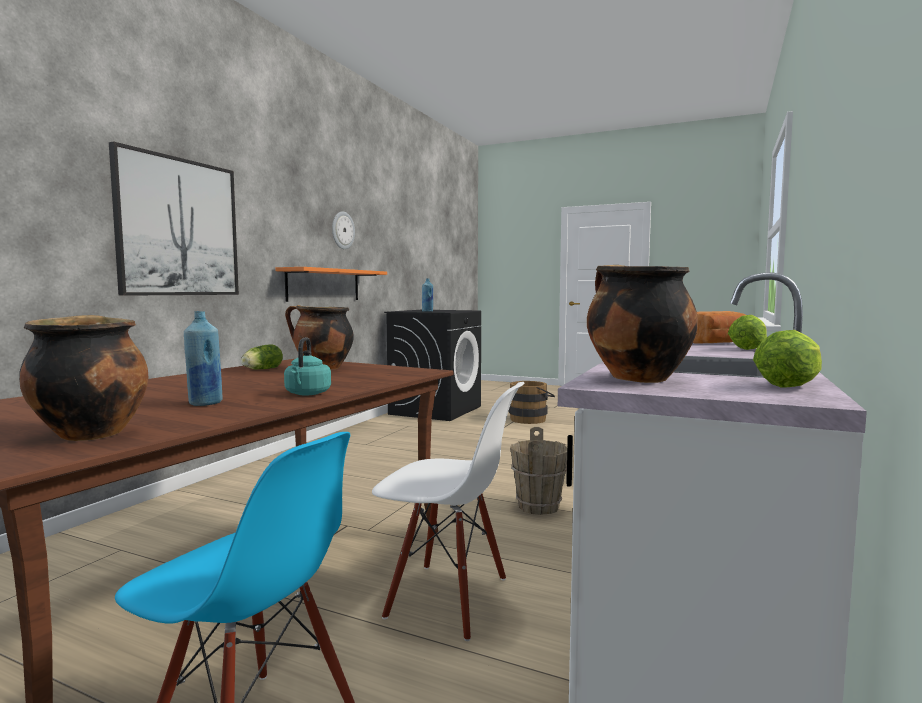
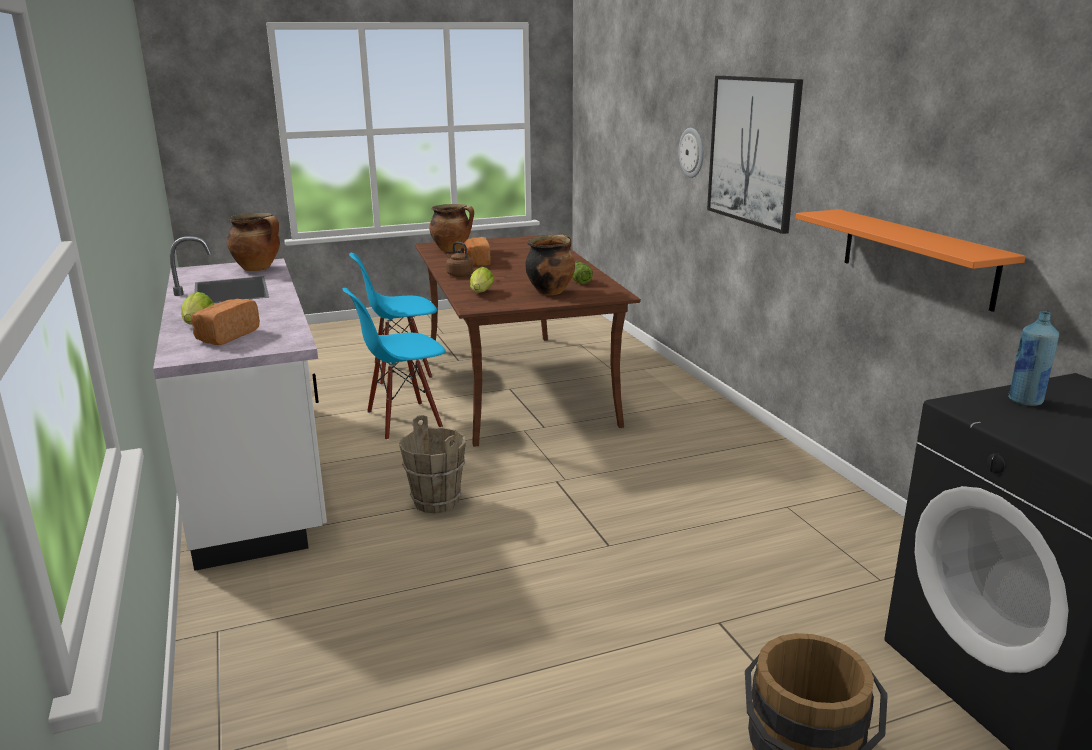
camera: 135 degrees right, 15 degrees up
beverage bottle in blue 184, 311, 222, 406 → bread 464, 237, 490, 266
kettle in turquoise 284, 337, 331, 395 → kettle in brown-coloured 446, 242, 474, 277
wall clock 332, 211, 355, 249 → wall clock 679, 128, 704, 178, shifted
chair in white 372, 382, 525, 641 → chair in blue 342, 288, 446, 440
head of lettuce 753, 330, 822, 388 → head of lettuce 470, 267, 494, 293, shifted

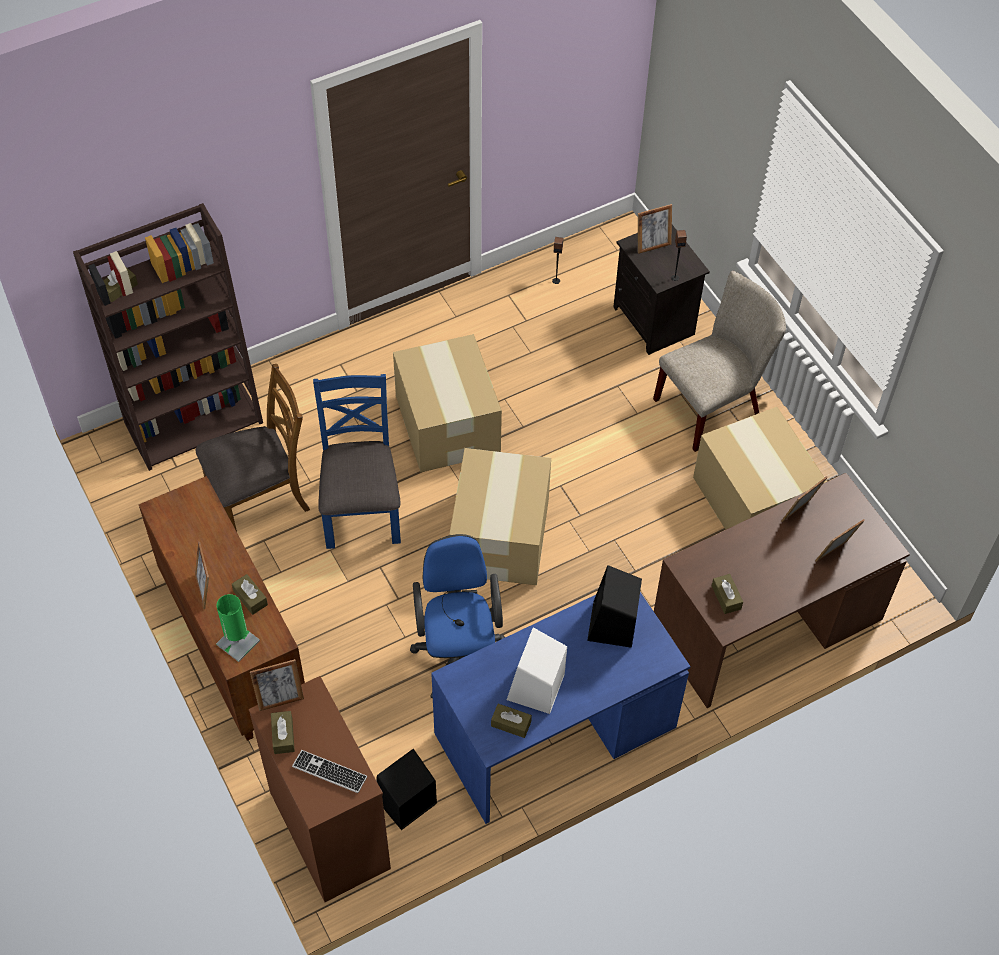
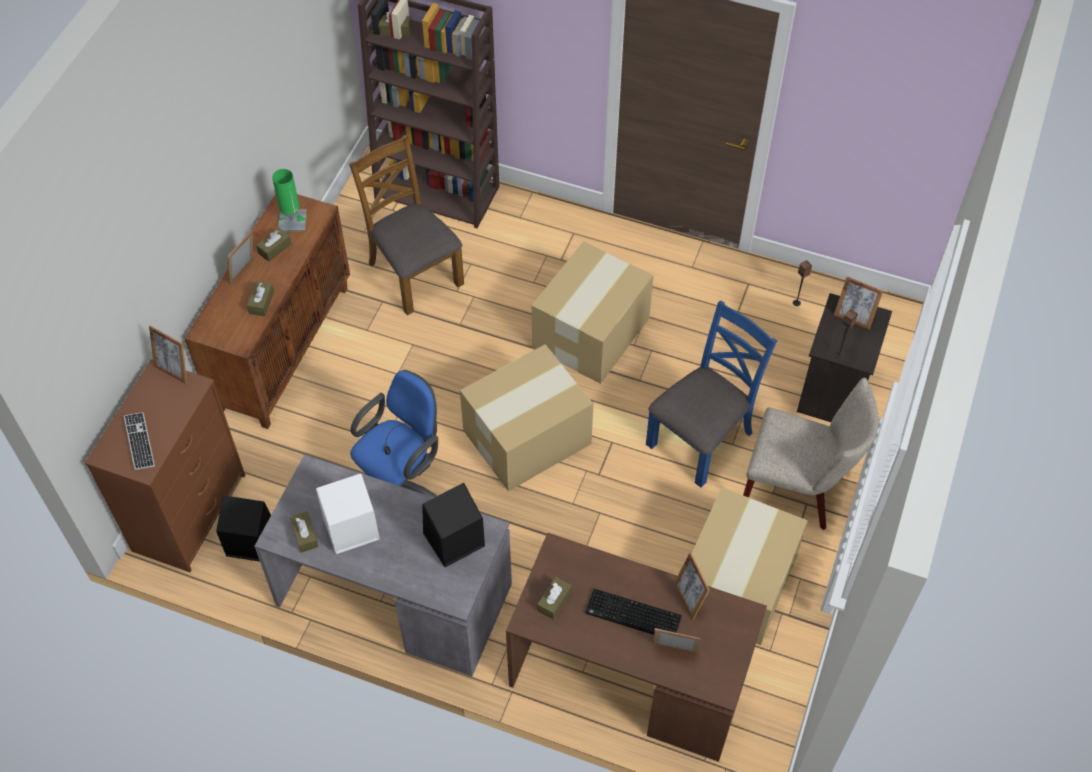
camera: 50 degrees right, 0 degrees up
chair in brown-coloured 196, 364, 310, 532 → chair in brown-coloured 349, 135, 464, 315, 150 degrees counterclockwise
lamp for a table in greenish 216, 594, 260, 662 → lamp for a table in greenish 272, 169, 306, 232, shifted
box of tissues in brown-coloured 271, 711, 295, 754 → box of tissues in brown-coloured 256, 228, 292, 262, shifted
chair in blue 313, 374, 401, 549 → chair in blue 646, 301, 777, 488, shifted
desk unit in blue 431, 592, 690, 824 → desk unit in greyish 254, 454, 512, 676
photo frame 782, 476, 828, 522 → photo frame 674, 552, 710, 620, 120 degrees counterclockwise
- → computer keyboard 585, 589, 682, 635

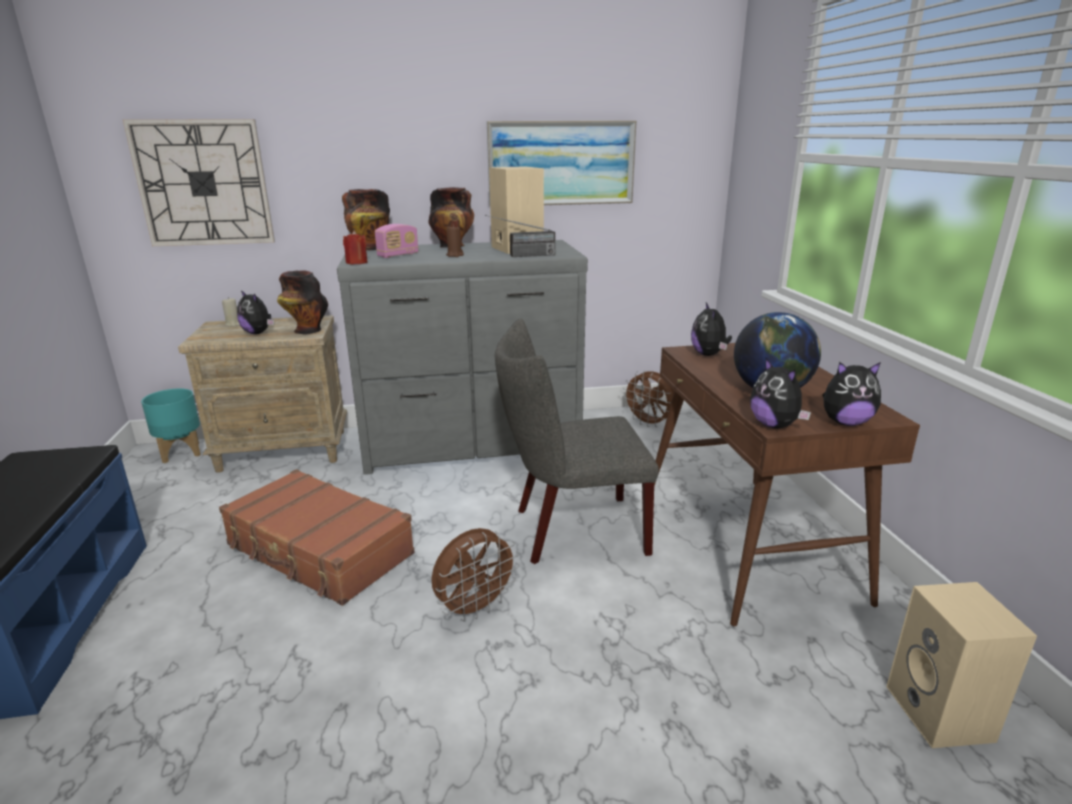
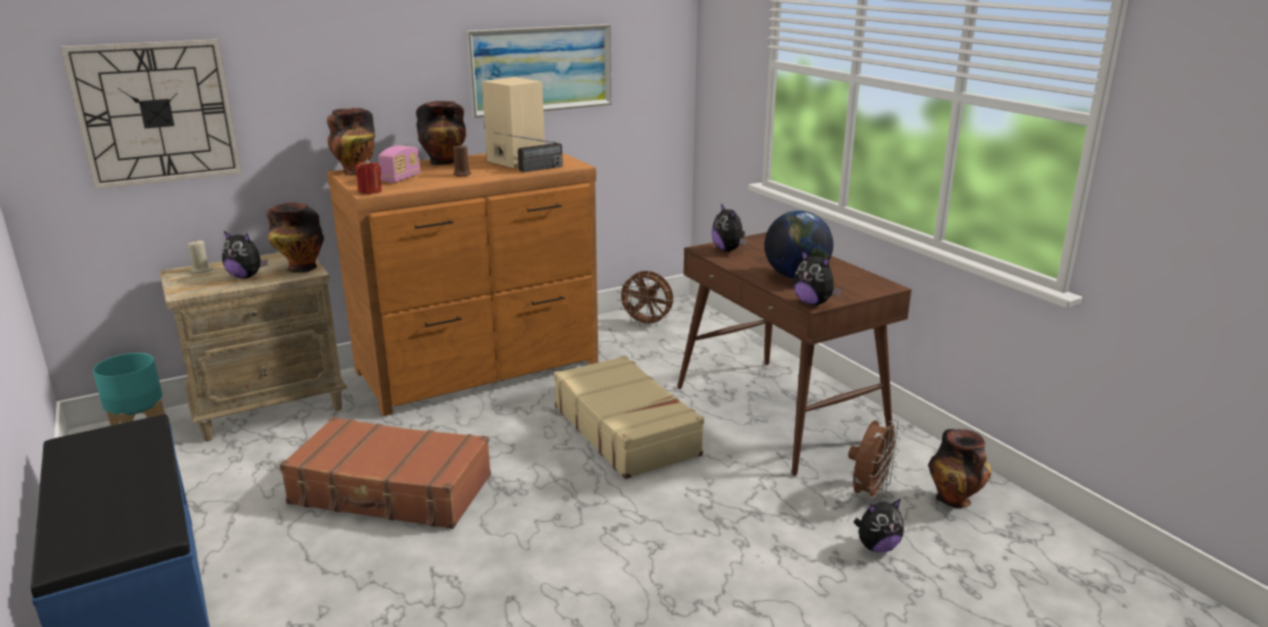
camera: 20 degrees left, 0 degrees up
drawer chest in greyish 337, 240, 588, 475 → drawer chest in brown-coloured 327, 153, 598, 416
electric fan in brown-coloured 431, 528, 520, 622 → electric fan in brown-coloured 848, 419, 901, 504, shifted
chair in greyish 495, 318, 659, 564 → piece of luggage in beige-coloured 554, 356, 704, 479
soft toy 822, 362, 881, 426 → soft toy 854, 498, 904, 553, shifted
loudspeaker in beige-coloured 886, 582, 1037, 748 → vase 928, 429, 991, 508

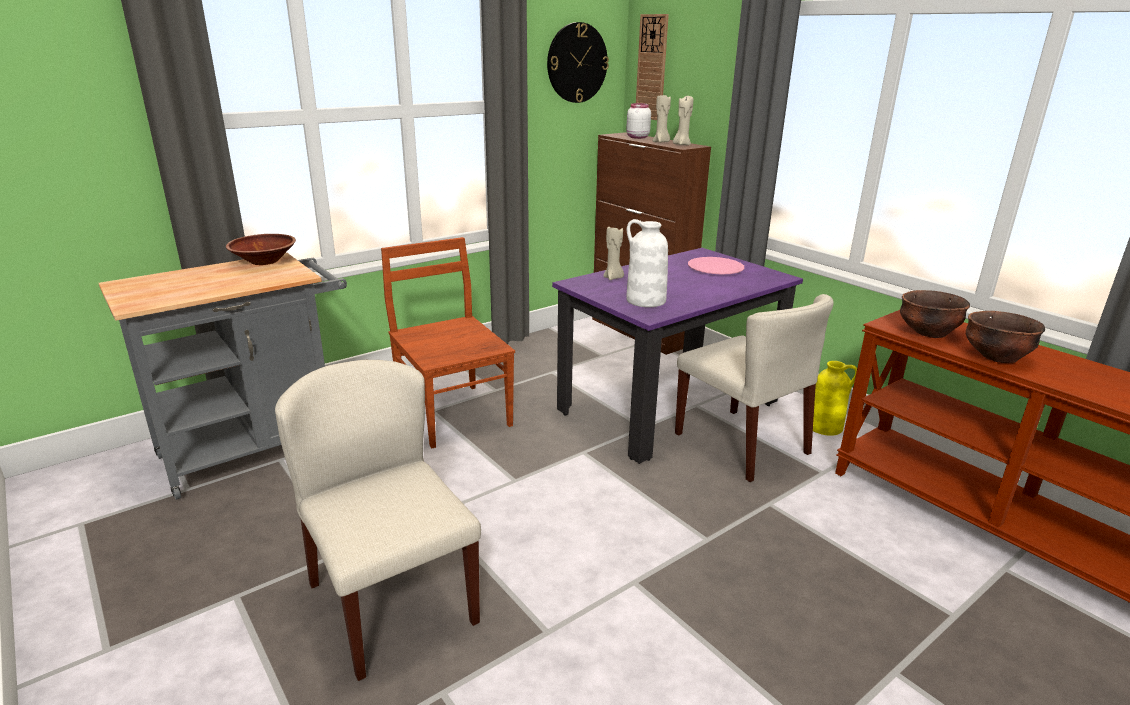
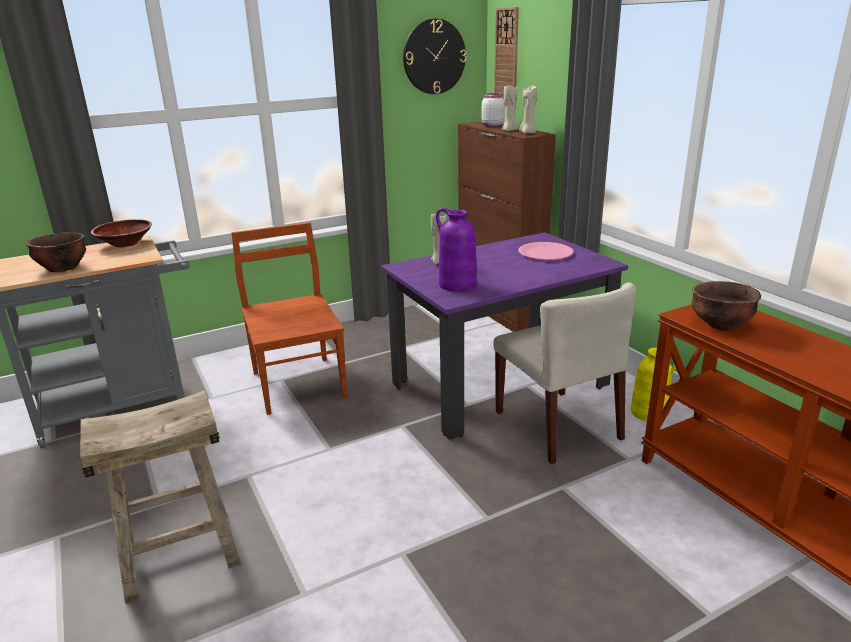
camera: 10 degrees right, 0 degrees up
chair in beige-coloured 275, 360, 481, 681 → sitting stool in beige-coloured 80, 390, 241, 604
vase in white 626, 219, 668, 307 → vase in purple-coloured 436, 208, 477, 292
deep dish in brown-coloured 966, 311, 1045, 363 → deep dish in brown-coloured 25, 232, 86, 272, shifted

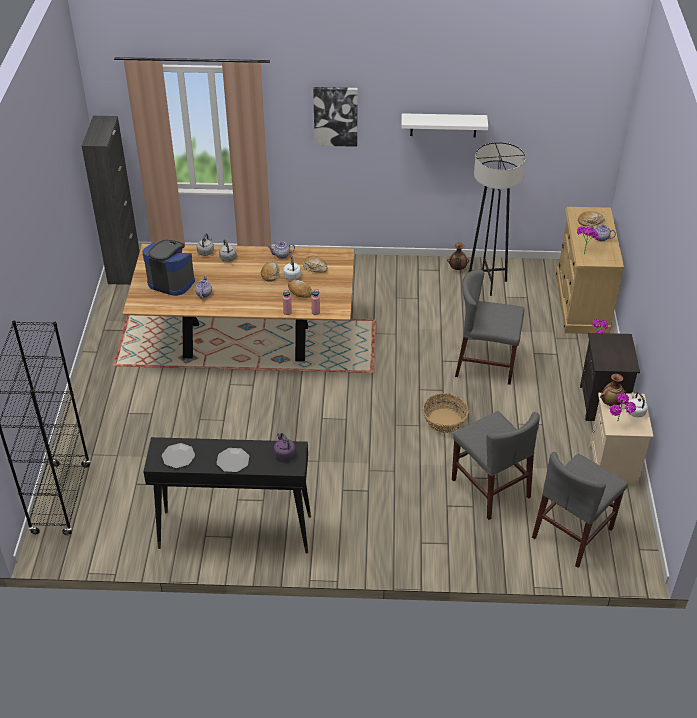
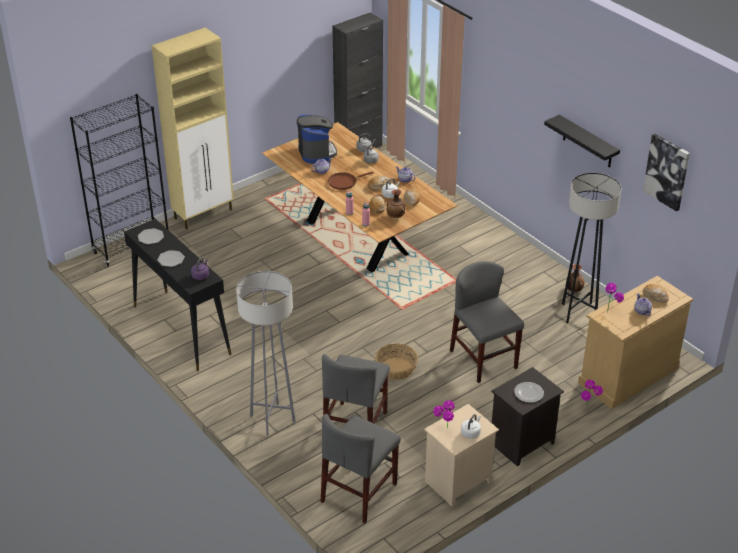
camera: 50 degrees right, 5 degrees down
wall art 313, 87, 358, 147 → wall art 643, 134, 690, 212, shifted
wall shelf in white 401, 113, 488, 137 → wall shelf in blackish 544, 115, 620, 168
chair in greyish 532, 452, 627, 568 → chair in greyish 321, 414, 401, 523, 60 degrees counterclockwise
vase 600, 373, 626, 407 → vase 387, 189, 405, 218, shifted
- → storage cabinet in beige-coloured 152, 27, 234, 229
- → floor lamp in greyish 236, 271, 296, 435
- → pan in brown-coloured 328, 171, 374, 190
- → flat dish 514, 382, 544, 403

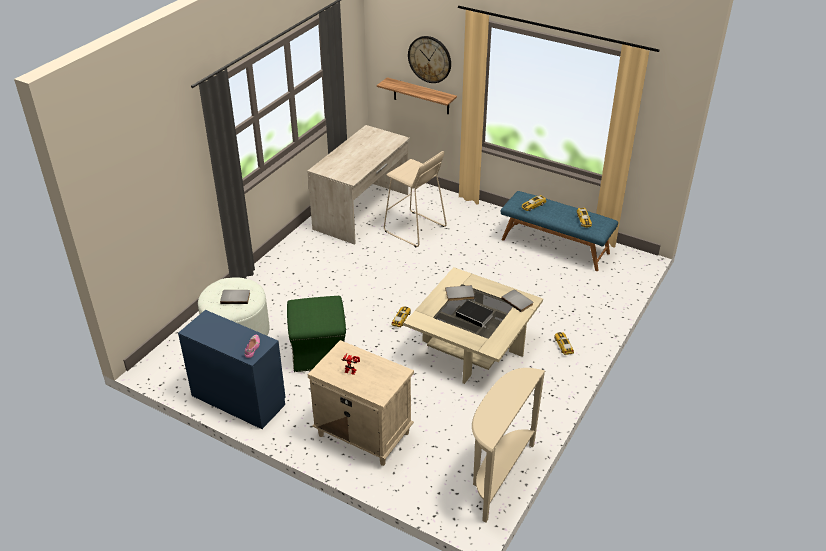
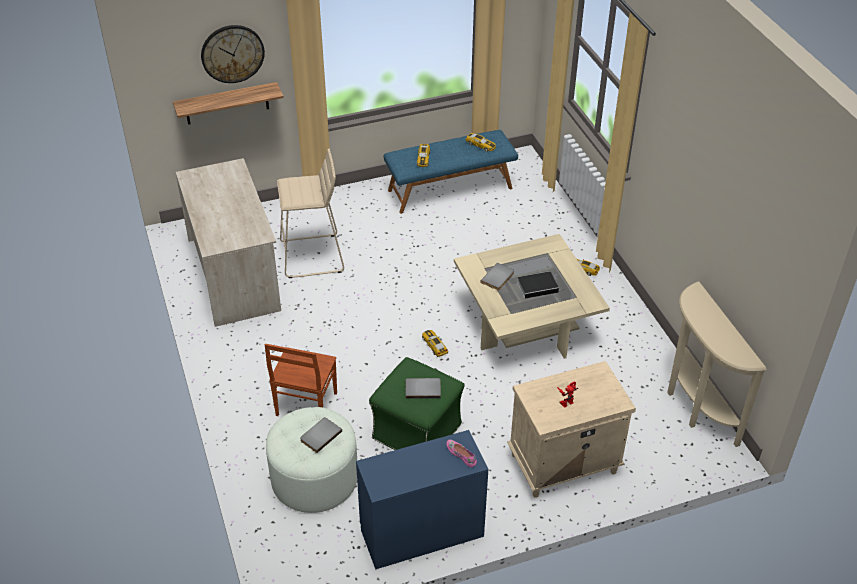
camera: 50 degrees left, 5 degrees up
book in greyish 501, 289, 533, 312 → book in greyish 406, 378, 441, 399, shifted
- → chair in brown-coloured 265, 344, 337, 416

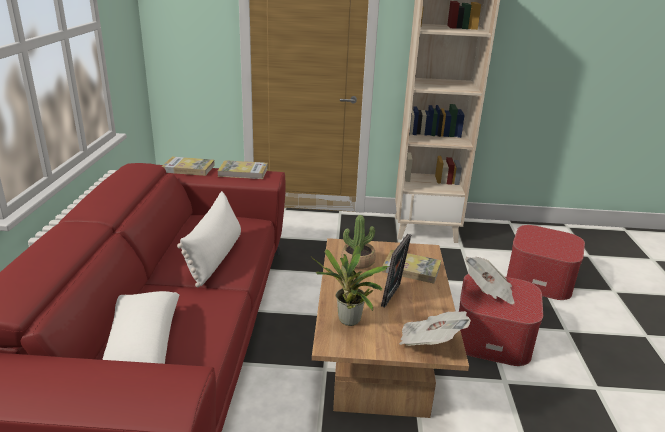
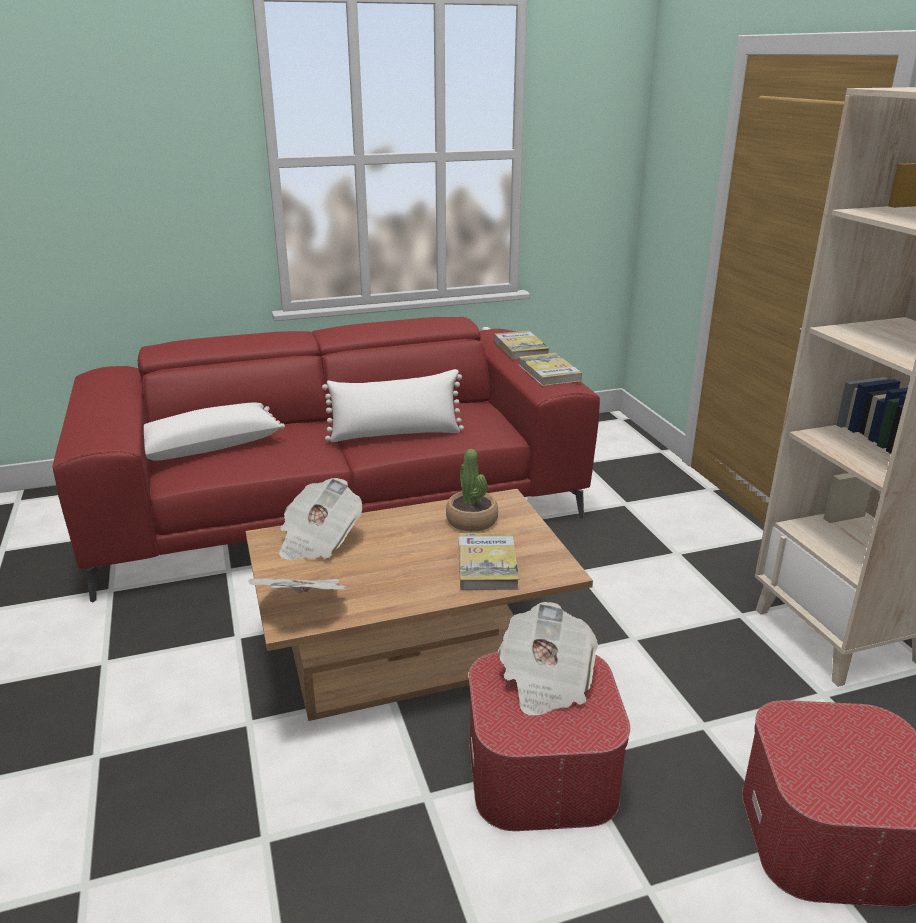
camera: 70 degrees right, 0 degrees up
houseplant 311, 246, 390, 326 → printed paper 279, 478, 362, 560
photo frame 381, 234, 411, 308 → -

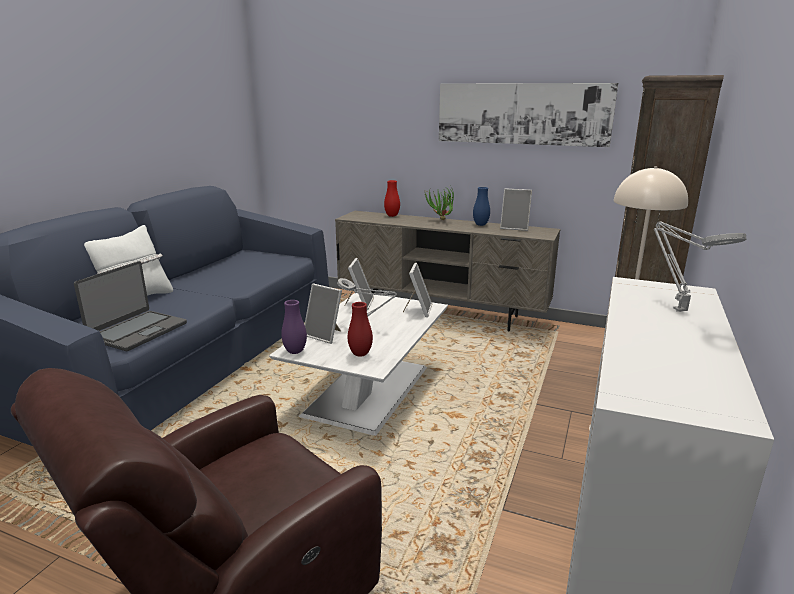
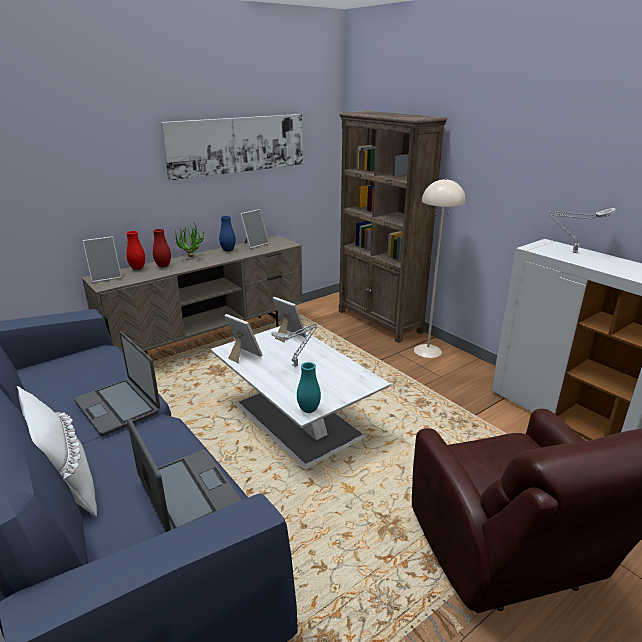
camera: 60 degrees left, 5 degrees up
vase in purple-coloured 281, 300, 307, 354 → vase in turquoise 297, 362, 321, 413
photo frame 304, 283, 342, 344 → photo frame 82, 236, 122, 283, shifted
vase in red 348, 302, 373, 357 → vase in red 153, 229, 171, 267, shifted
- → portable computer 75, 332, 160, 436

